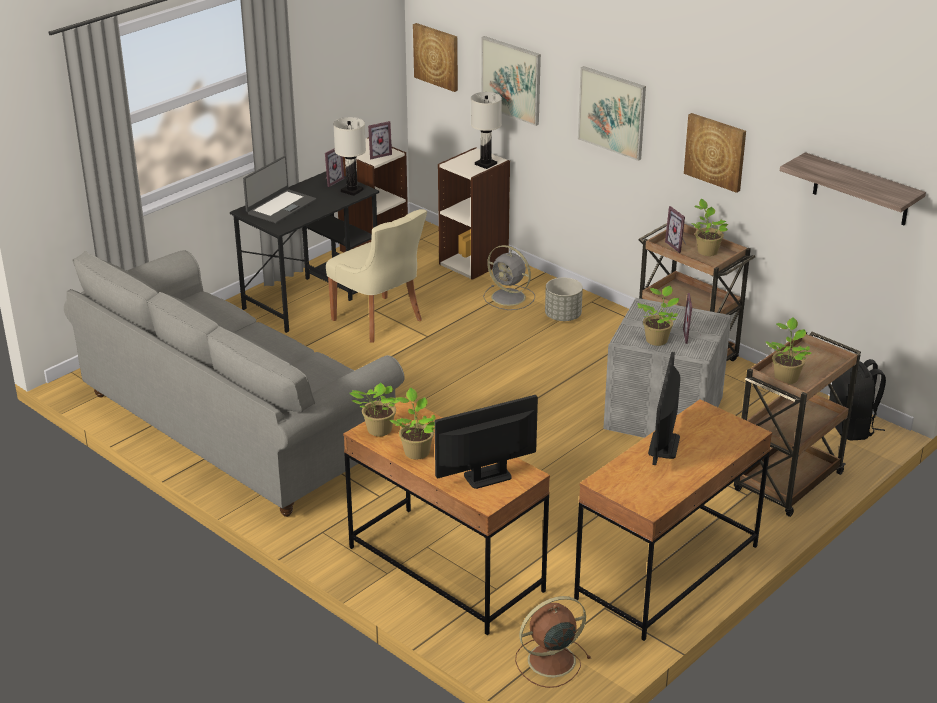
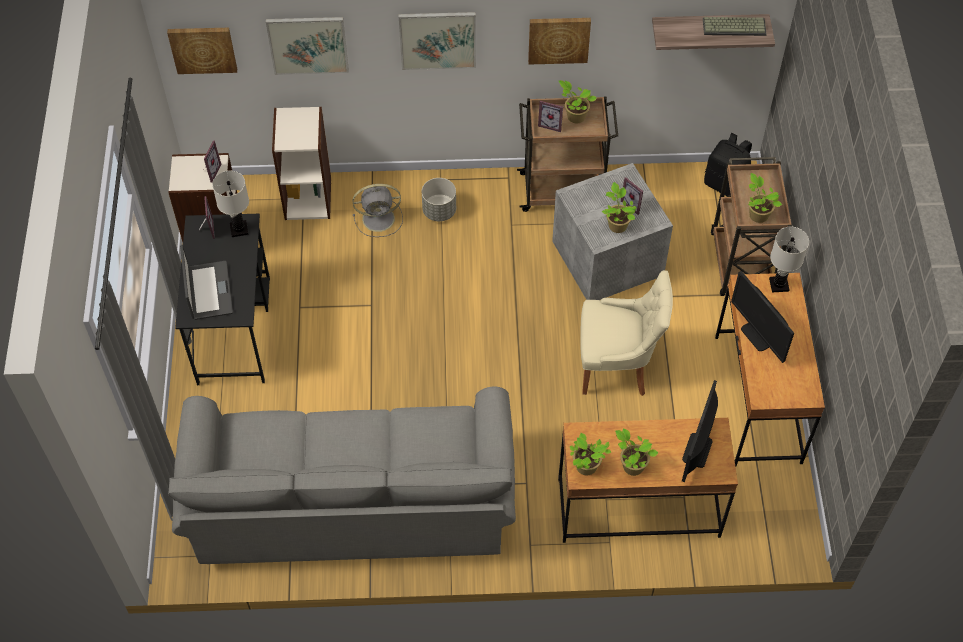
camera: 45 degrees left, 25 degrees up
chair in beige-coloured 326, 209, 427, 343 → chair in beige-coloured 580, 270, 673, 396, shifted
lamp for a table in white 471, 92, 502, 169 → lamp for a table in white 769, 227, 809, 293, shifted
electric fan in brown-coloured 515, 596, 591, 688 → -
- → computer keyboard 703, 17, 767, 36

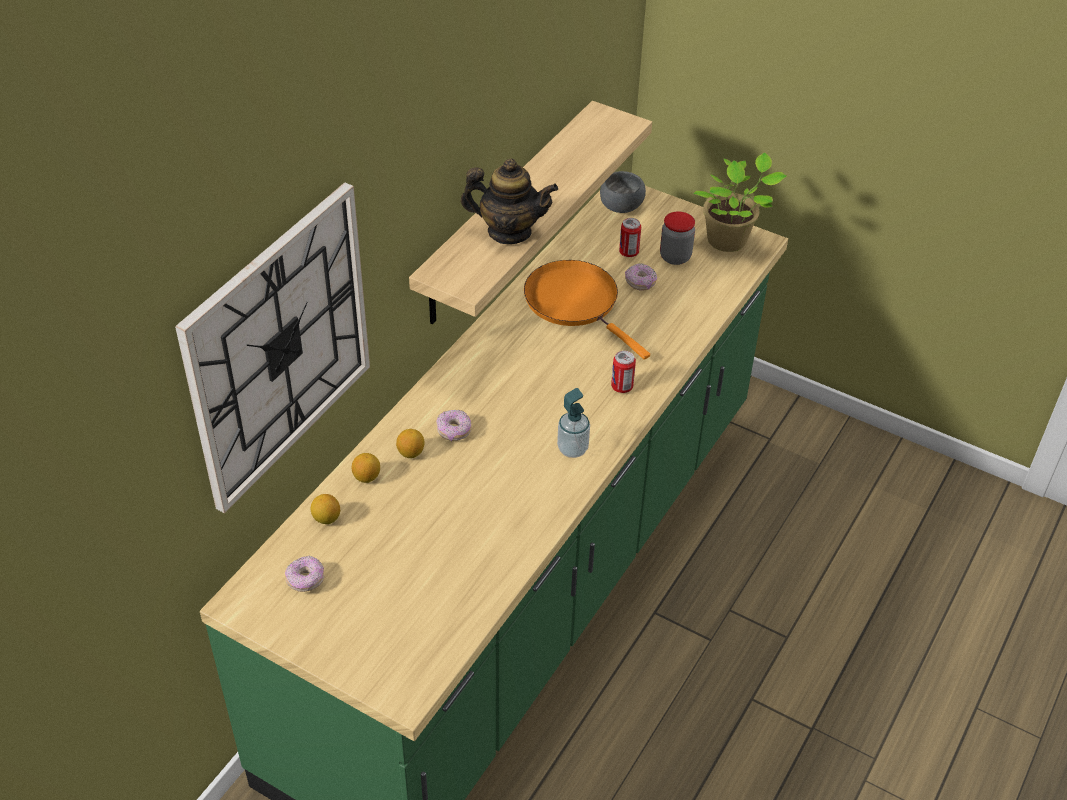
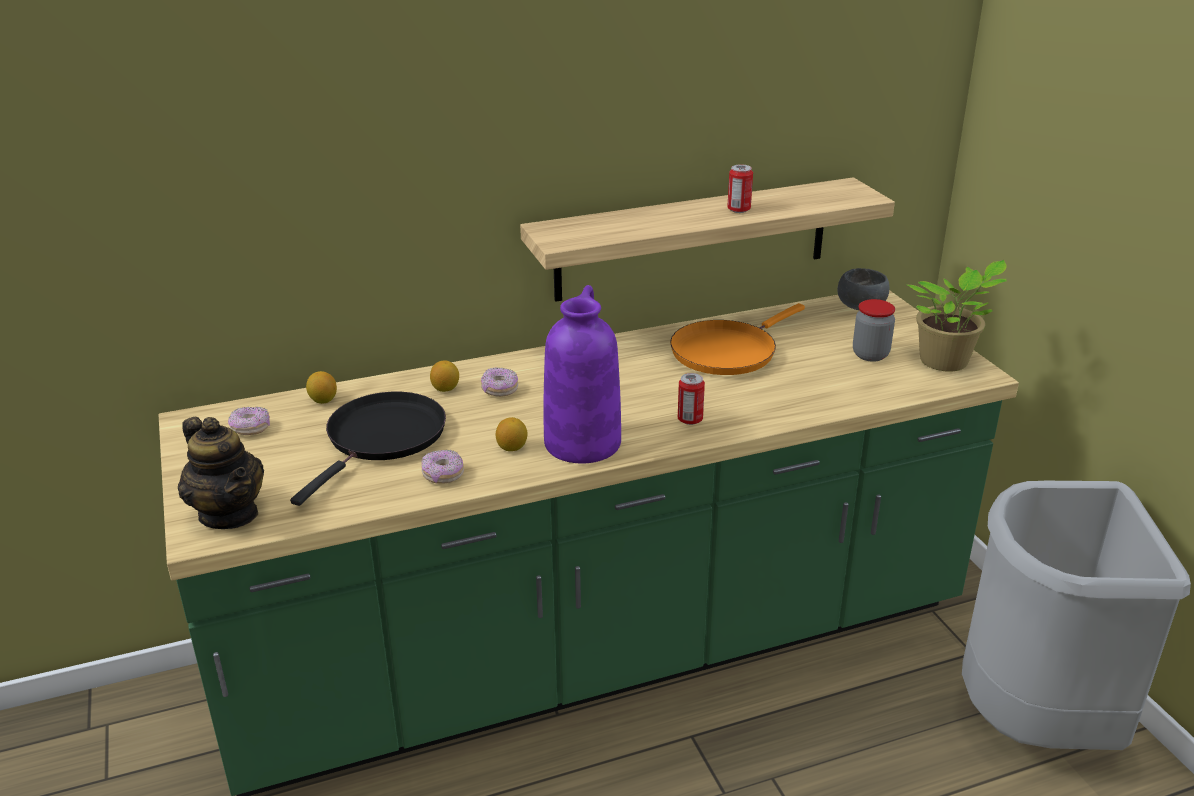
camera: 40 degrees right, 15 degrees down
wall clock 175, 182, 370, 513 → -
whole lemon 352, 453, 380, 483 → whole lemon 496, 417, 528, 451, shifted
pot for tea 460, 158, 558, 244 → pot for tea 178, 417, 264, 529, shifted
pan in orangey 524, 260, 650, 360 → pan in orangey 670, 303, 805, 375, 135 degrees counterclockwise
soap bottle 557, 388, 590, 458 → vase in purple-coloured 543, 285, 621, 463
sealed can 619, 218, 641, 257 → sealed can 727, 164, 753, 213, shifted
donut 625, 263, 657, 291 → donut 421, 450, 464, 484, shifted
- → pan in blackish 290, 392, 446, 506
- → rubbish bin in greyish 962, 481, 1191, 750

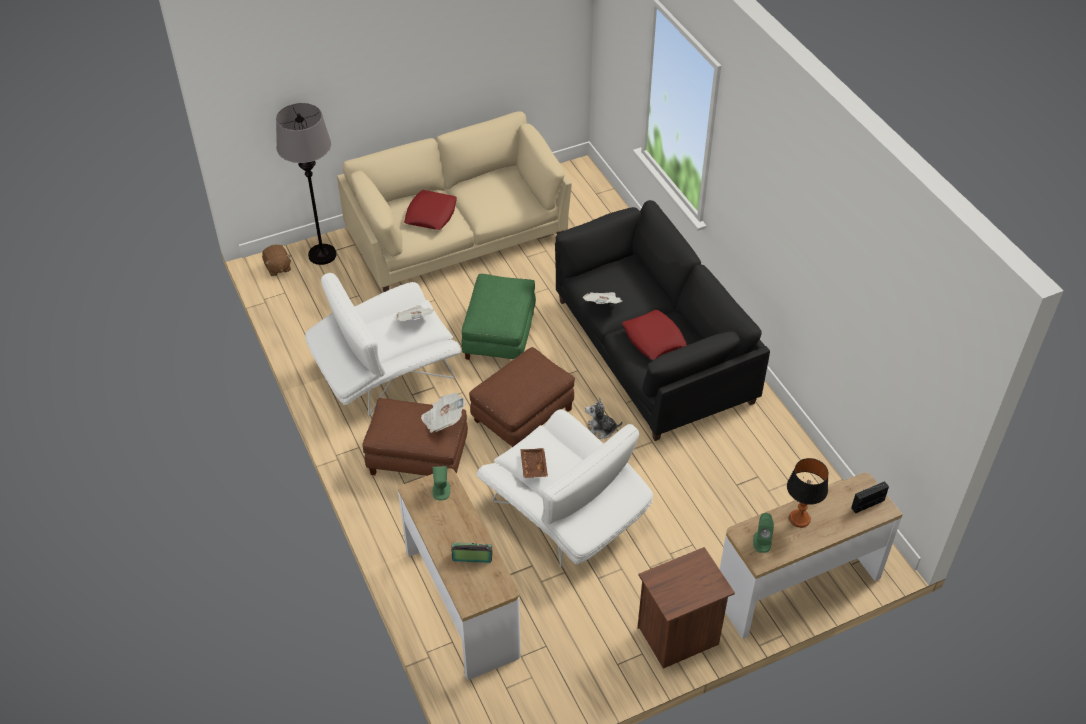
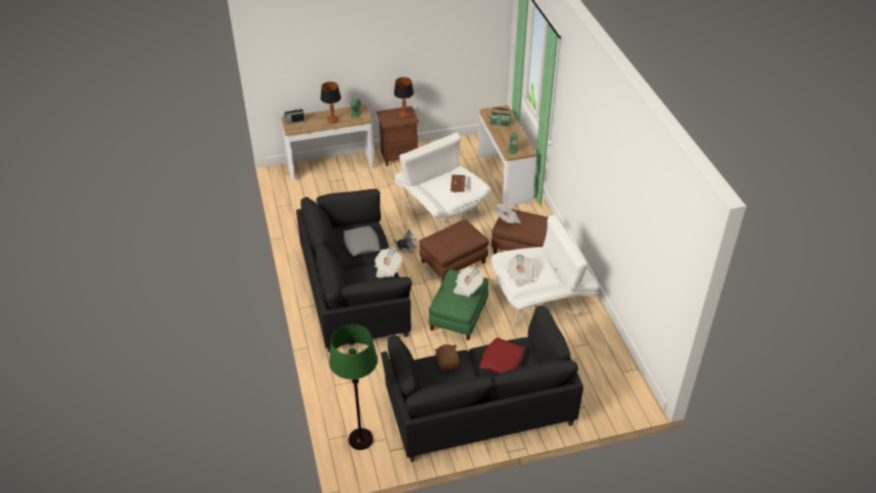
camera: 170 degrees left, 5 degrees down
soft toy in brown-coloured 262, 245, 291, 276 → soft toy in brown-coloured 435, 344, 460, 371, shifted
floor lamp in greyish 276, 103, 337, 265 → -
sofa in beige-coloured 337, 111, 572, 292 → sofa in blackish 381, 306, 583, 462
throw pillow in red 622, 310, 687, 360 → throw pillow in greyish 343, 226, 380, 256
- → floor lamp in greenish 329, 324, 378, 450
- → lamp for a table 394, 77, 414, 118
- → printed paper 453, 267, 483, 297

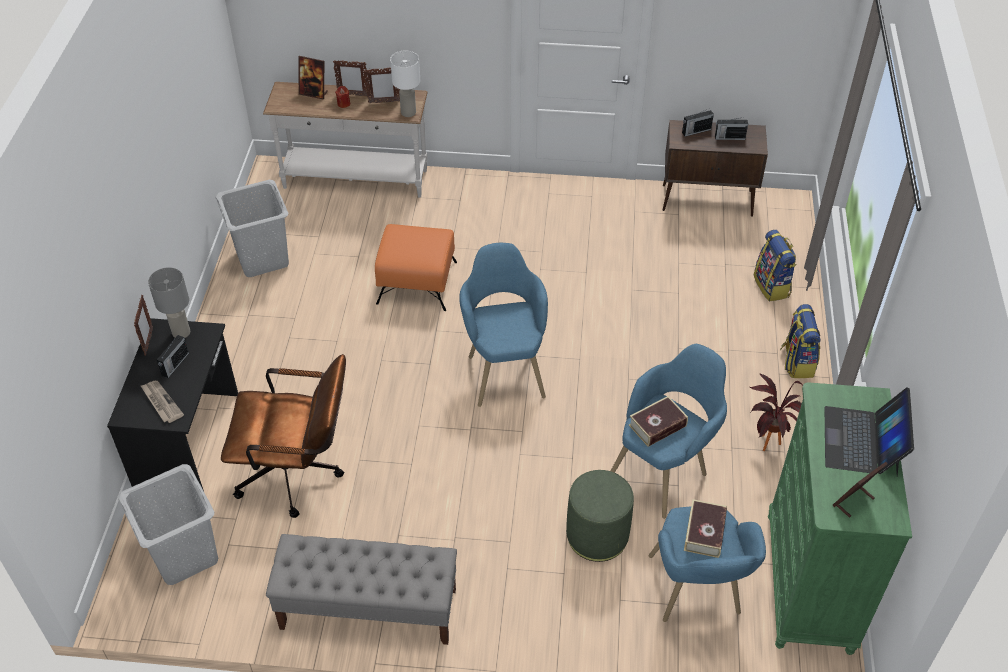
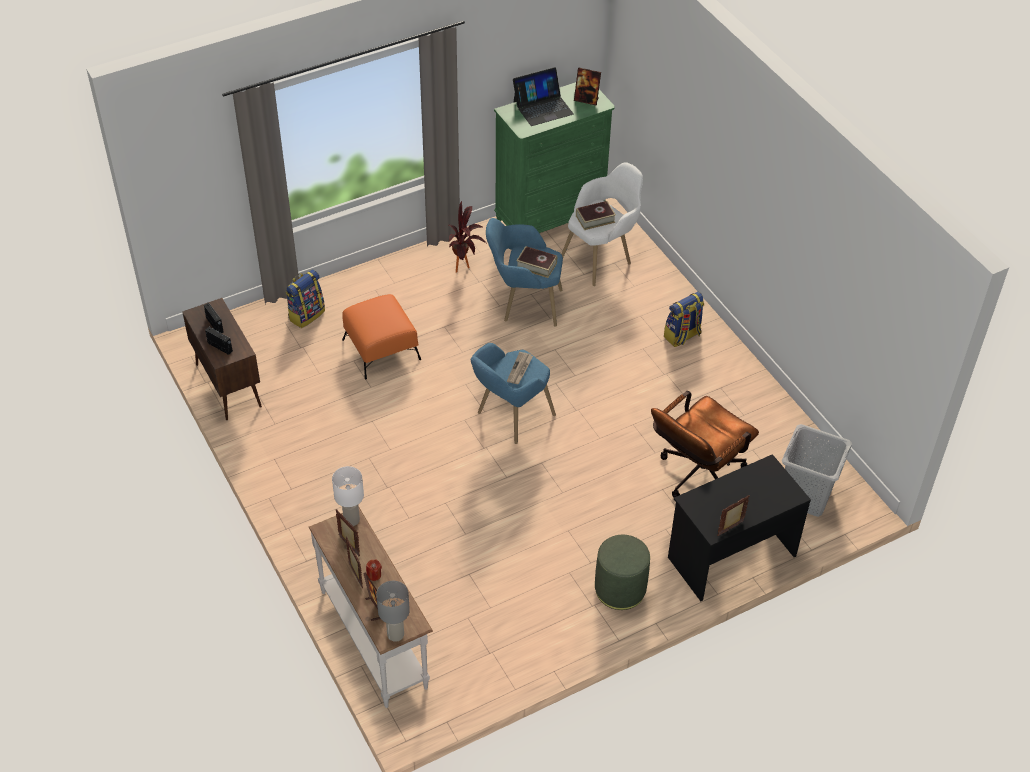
camera: 125 degrees left, 0 degrees up
printed paper 140, 381, 184, 423 → printed paper 507, 352, 533, 384, shifted
lamp for a table in greyish 148, 267, 190, 338 → lamp for a table in greyish 376, 581, 410, 642, shifted
radio 157, 335, 189, 378 → -
washing basket in greyish 215, 180, 289, 277 → -
office chair in brown-coloured 221, 354, 346, 518 → office chair in brown-coloured 651, 391, 759, 498, 105 degrees counterclockwise
bench in greyish 266, 534, 457, 645 → -
footrest in orangey 375, 224, 457, 311 → footrest in orangey 342, 294, 421, 379, shifted
footrest in greenish 566, 470, 634, 562 → footrest in greenish 595, 535, 650, 610, shifted
lounge chair in blue 649, 506, 766, 622 → lounge chair in white 562, 162, 643, 286
knapsack 780, 304, 821, 378 → knapsack 664, 292, 704, 347, shifted

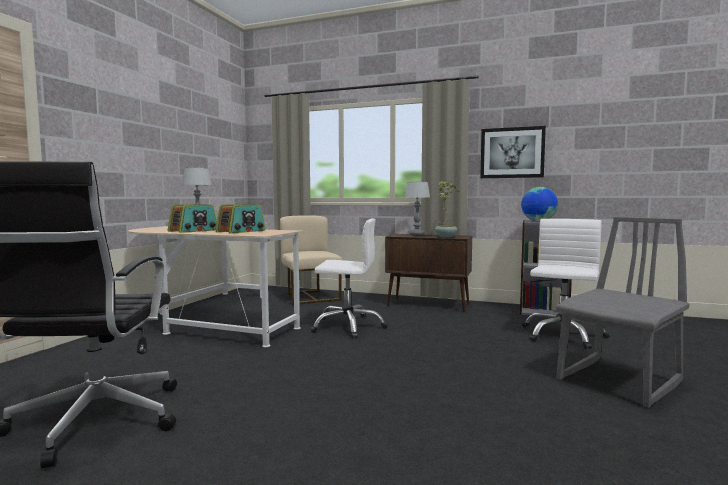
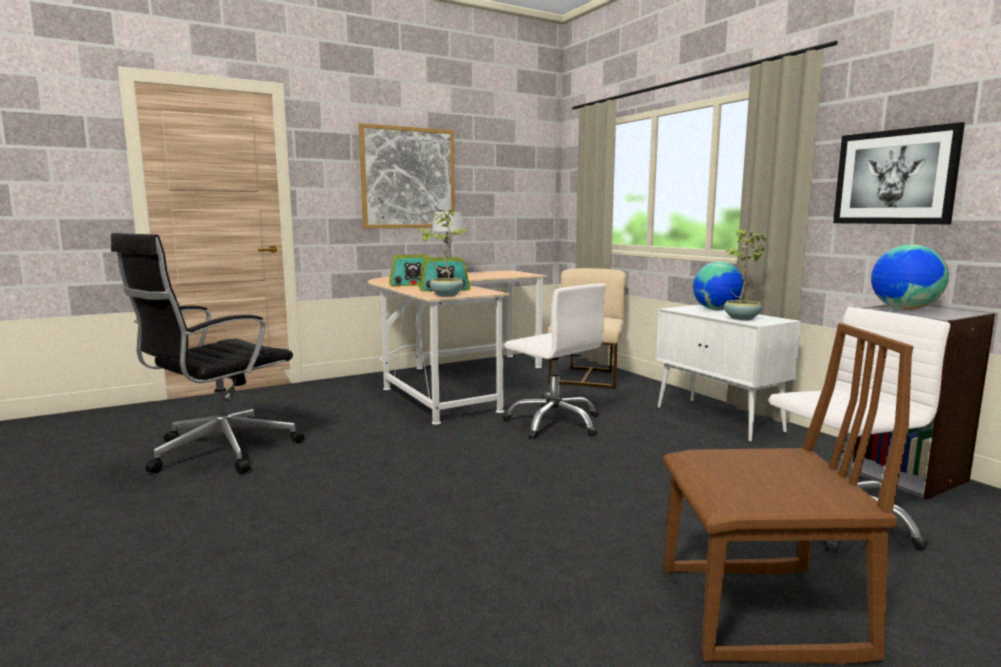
camera: 40 degrees right, 5 degrees up
storage cabinet in brown-coloured 385, 234, 472, 312 → storage cabinet in white 656, 305, 801, 442
lamp for a table 405, 182, 430, 235 → globe 693, 262, 744, 310
chair in greyish 556, 217, 689, 408 → chair in brown-coloured 663, 323, 913, 664
- → wall art 359, 123, 455, 228
- → houseplant 418, 210, 467, 296

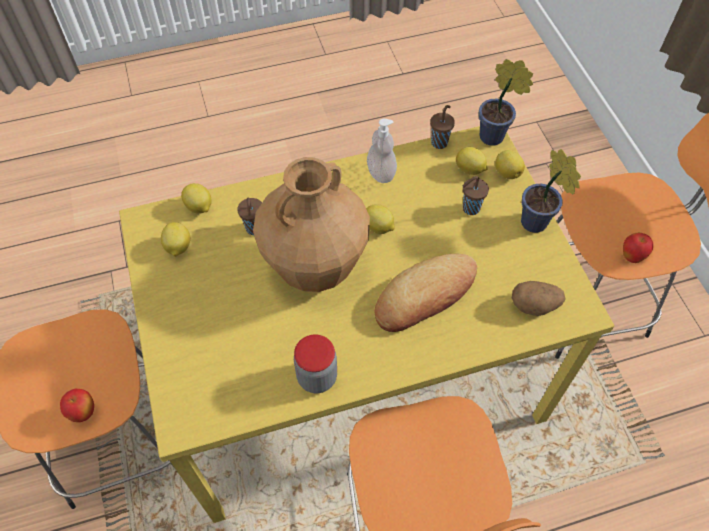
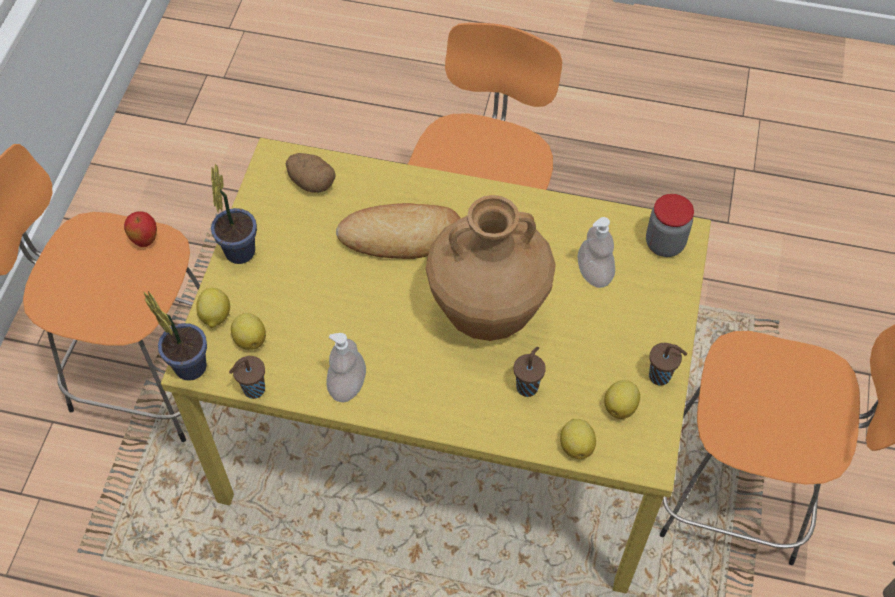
camera: 150 degrees left, 0 degrees up
apple fruit 60, 389, 94, 422 → -
preserve jar 294, 335, 337, 393 → preserve jar 646, 194, 694, 257, shifted
whole lemon 366, 204, 394, 234 → -
cup in brown-coloured 463, 176, 489, 215 → cup in brown-coloured 649, 343, 687, 386, shifted
- → soap bottle 577, 217, 615, 288

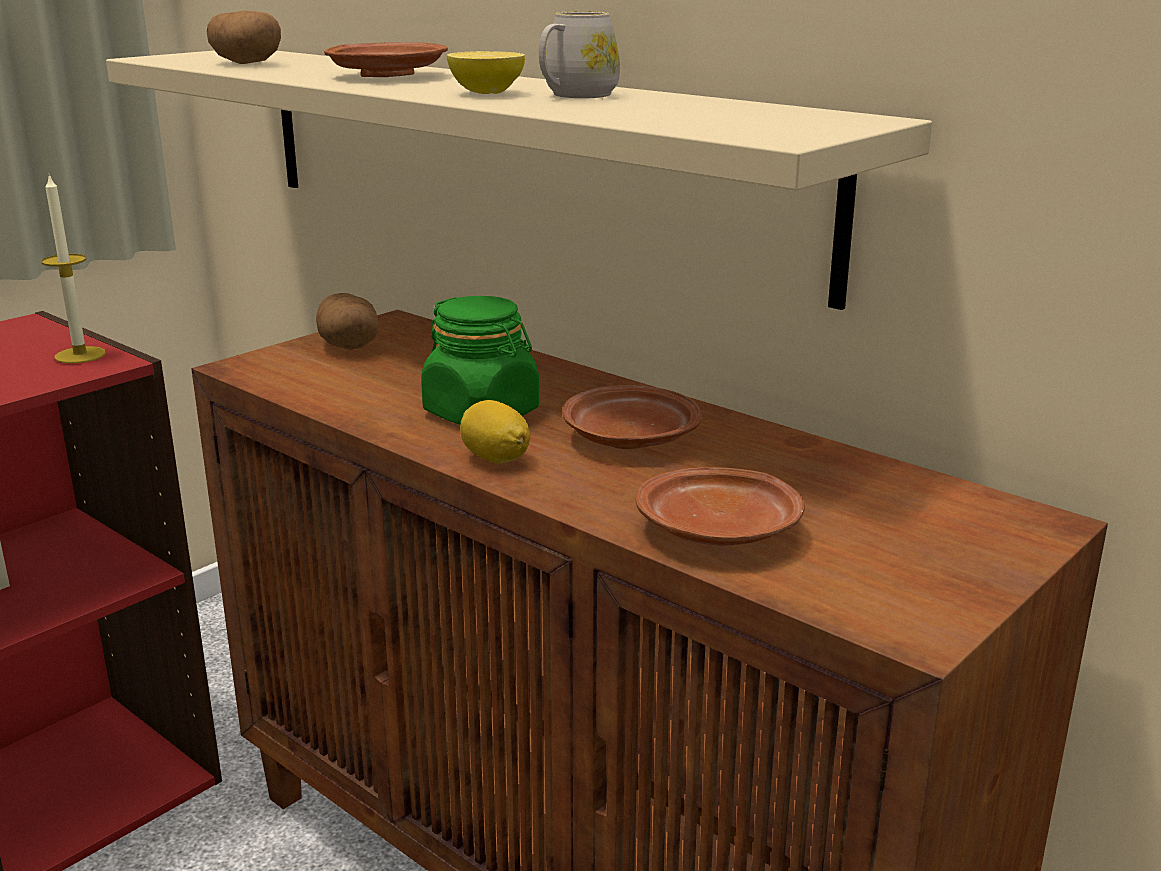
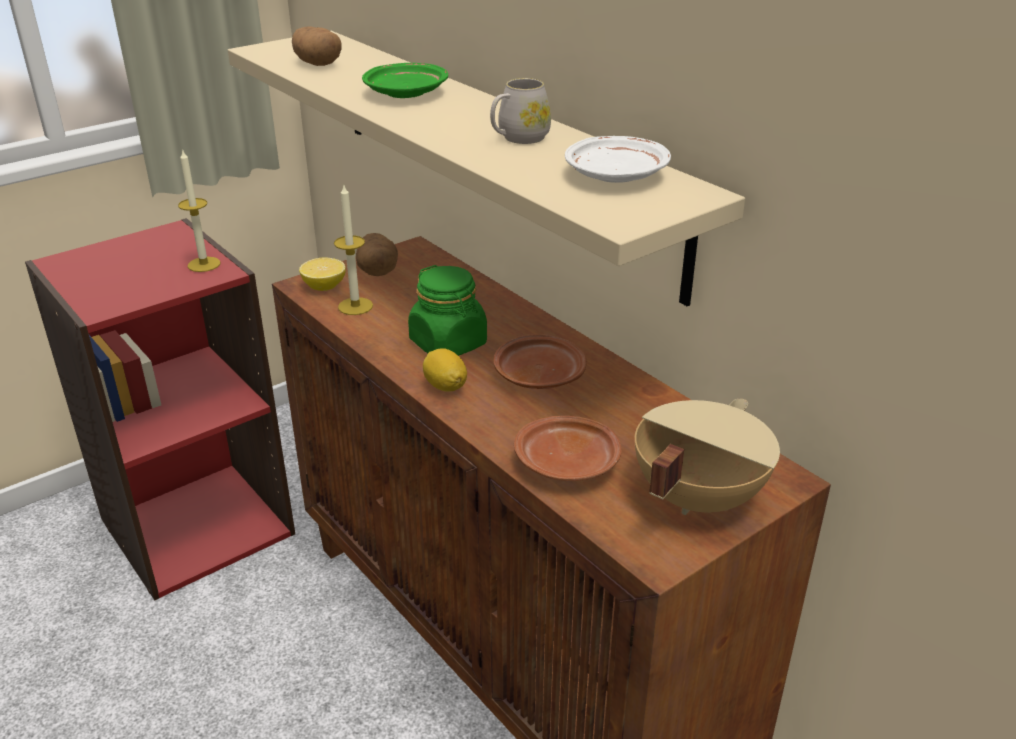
camera: 10 degrees right, 10 degrees up
flat dish in brown-coloured 324, 42, 448, 77 → flat dish in greenish 362, 63, 448, 98
whole lemon 447, 51, 525, 94 → whole lemon 299, 258, 346, 291, shifted
- → candle 334, 185, 373, 315
- → flat dish in white 565, 136, 671, 183
- → cooking pot in beige-coloured 635, 399, 780, 515

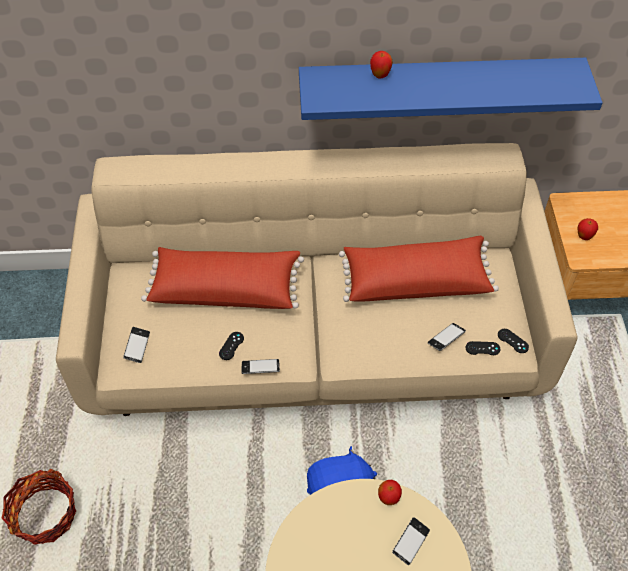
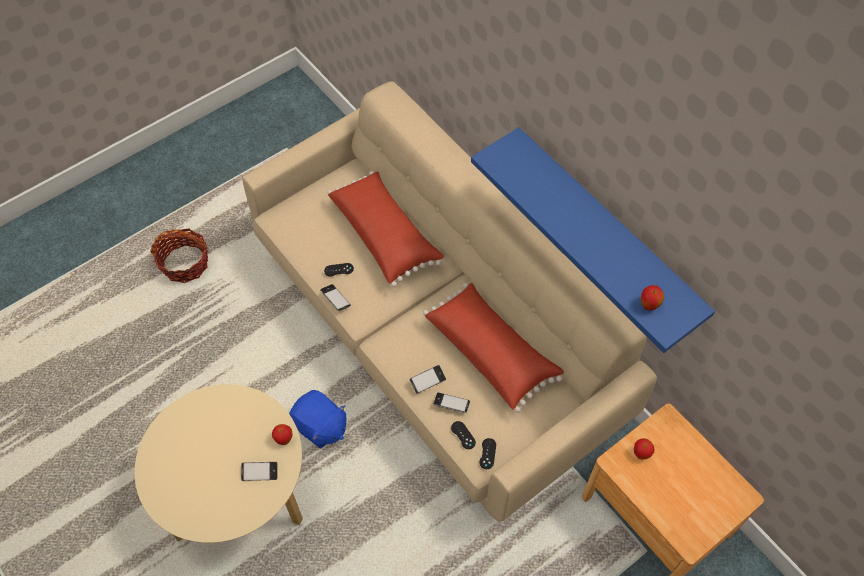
camera: 55 degrees right, 5 degrees up
phone 123, 327, 150, 363 → phone 410, 365, 446, 394, shifted
apple fruit 370, 51, 393, 79 → apple fruit 641, 285, 664, 310, shifted

